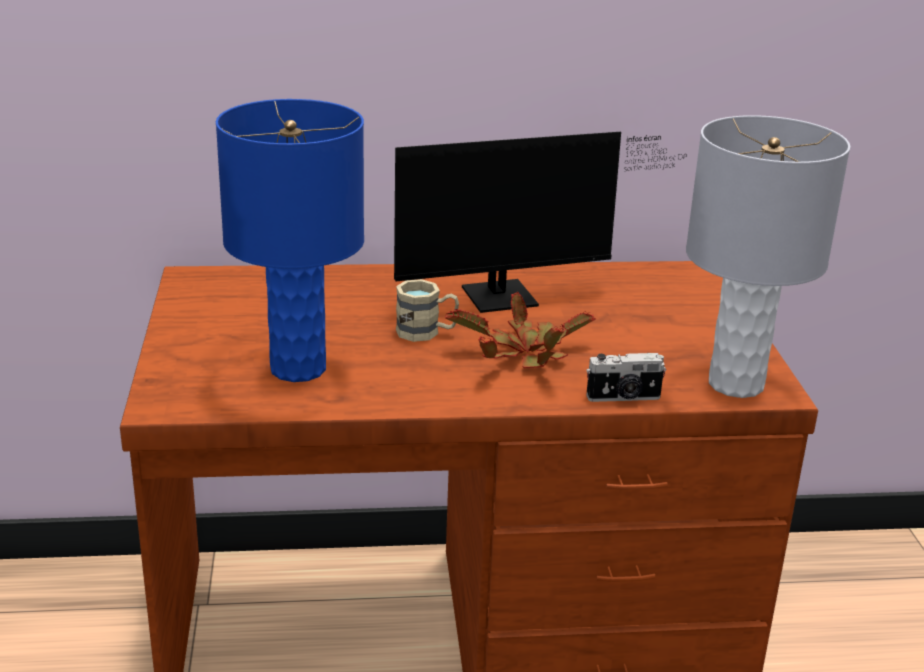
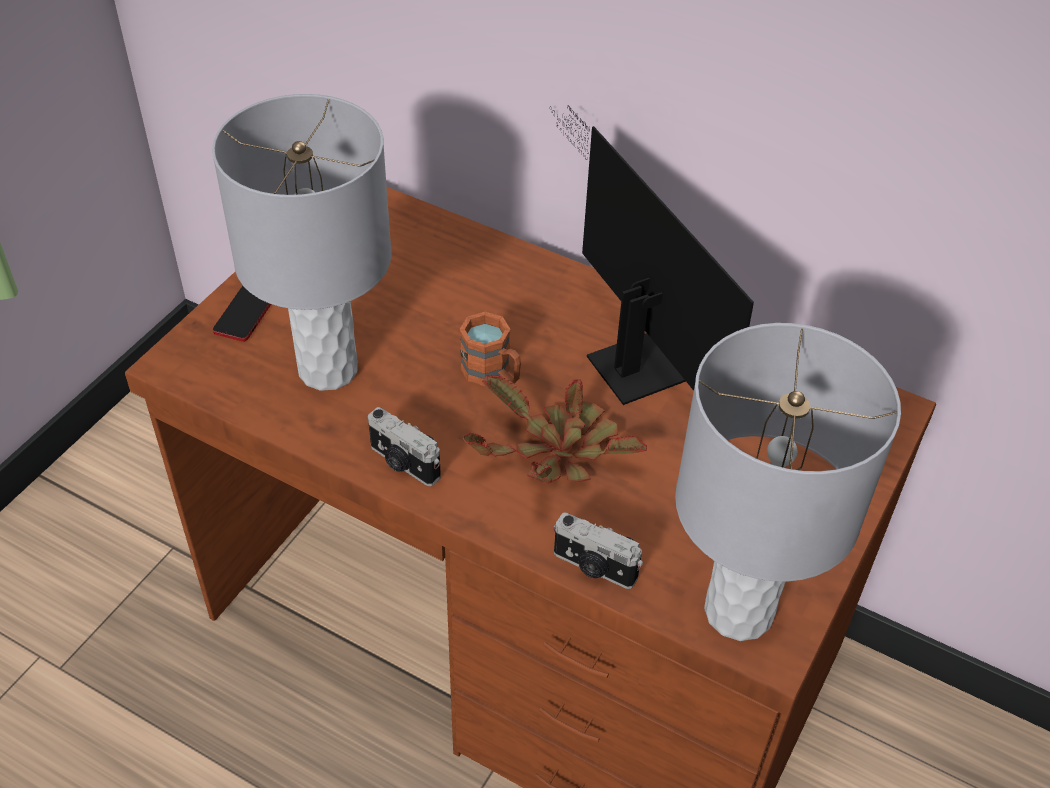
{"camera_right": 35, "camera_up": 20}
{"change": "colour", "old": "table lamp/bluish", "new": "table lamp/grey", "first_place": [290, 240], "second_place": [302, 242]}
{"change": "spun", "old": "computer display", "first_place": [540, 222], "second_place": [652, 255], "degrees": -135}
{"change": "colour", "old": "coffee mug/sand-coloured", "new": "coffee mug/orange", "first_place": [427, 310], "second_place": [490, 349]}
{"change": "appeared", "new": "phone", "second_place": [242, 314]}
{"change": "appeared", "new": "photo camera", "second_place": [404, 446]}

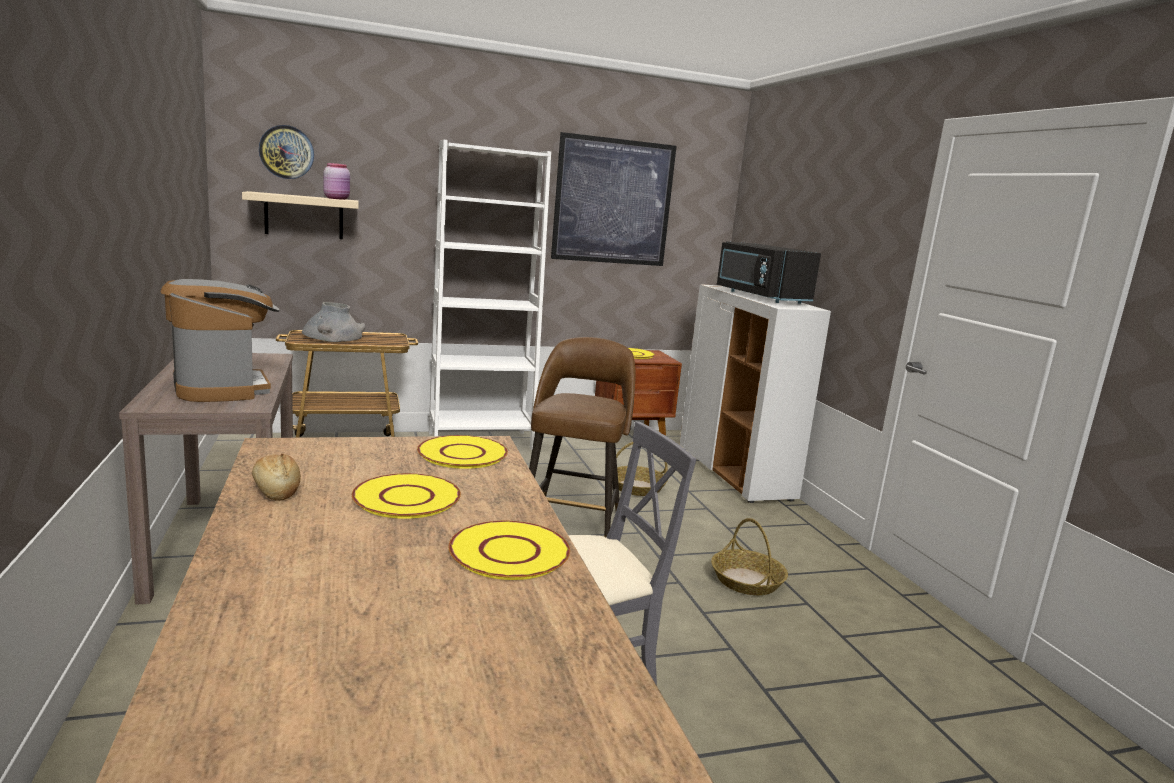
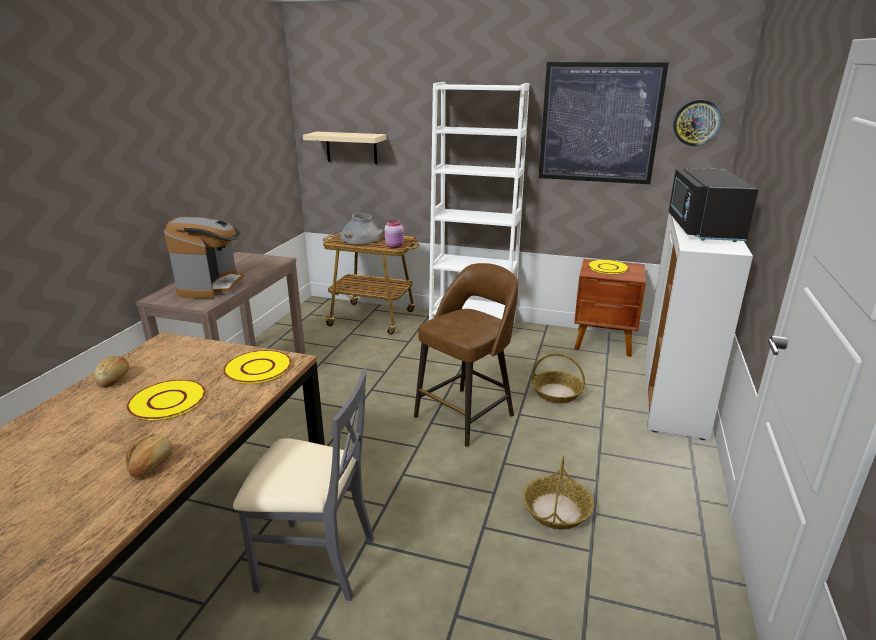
{"camera_right": 35, "camera_up": 10}
{"change": "relocated", "old": "clock on the wall", "first_place": [286, 152], "second_place": [697, 123]}
{"change": "relocated", "old": "jar/pinkish", "first_place": [336, 181], "second_place": [394, 234]}
{"change": "exchanged", "old": "dinner plate/yellow-coloured", "new": "bread", "first_place": [509, 550], "second_place": [149, 456]}

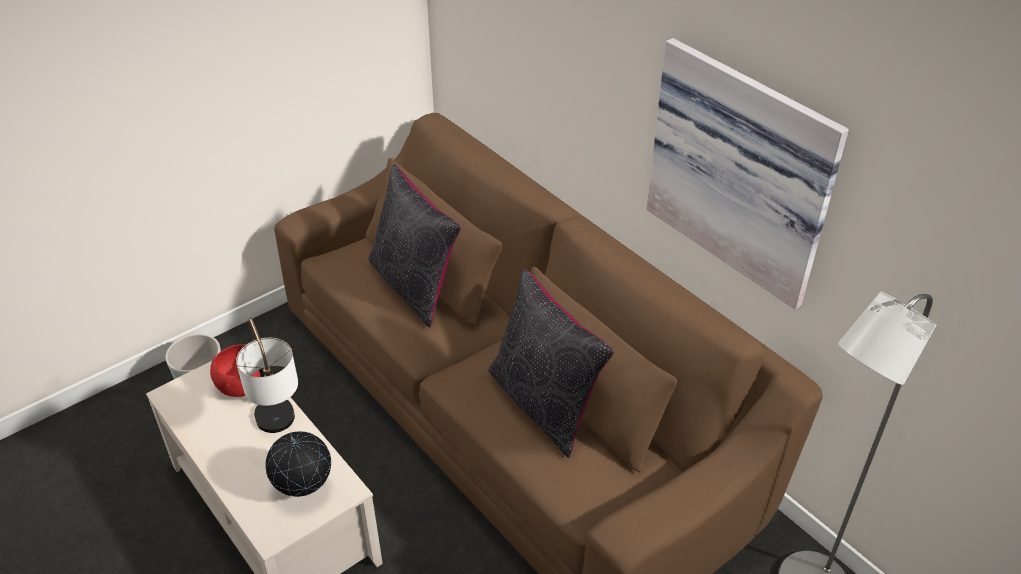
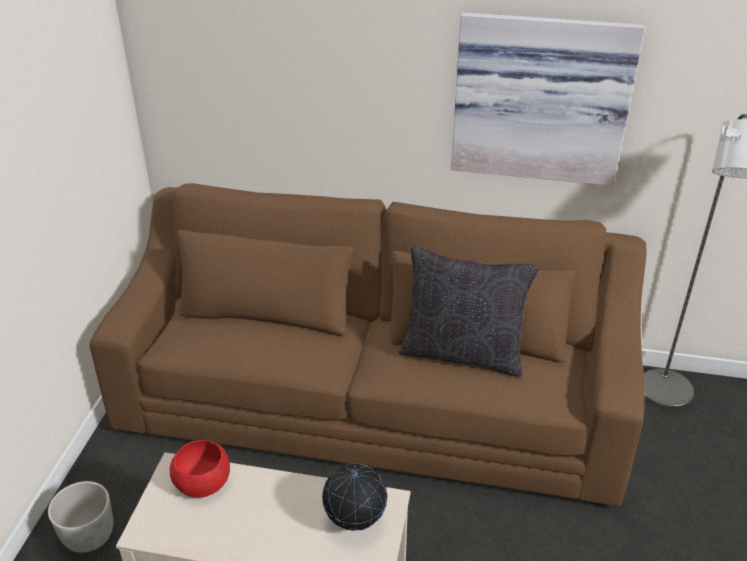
{"camera_right": -40, "camera_up": -5}
{"change": "missing", "old": "cushion/blackish", "first_place": [414, 245]}
{"change": "missing", "old": "table lamp", "first_place": [267, 375]}

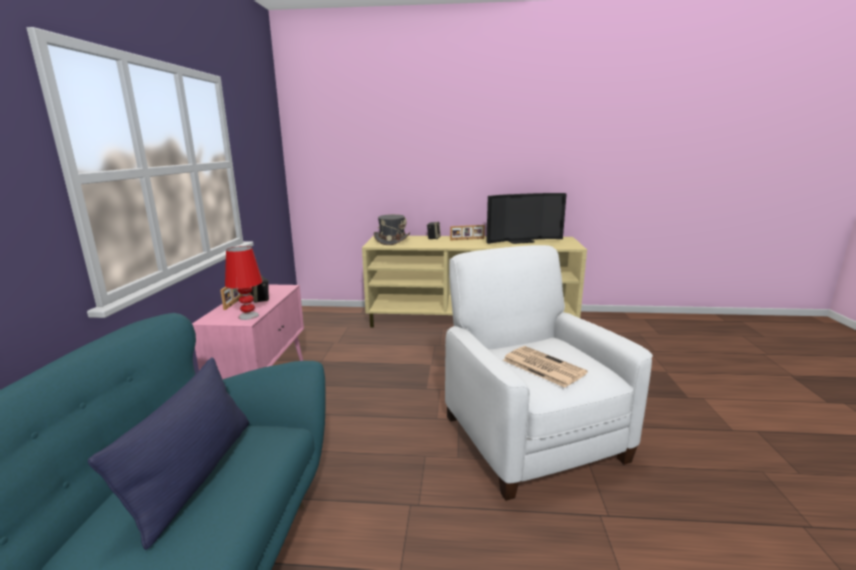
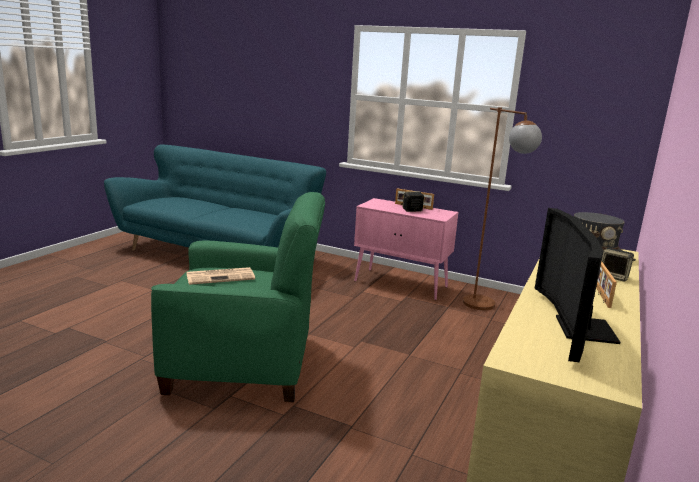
{"camera_right": 110, "camera_up": 0}
{"change": "colour", "old": "easy chair/white", "new": "easy chair/greenish", "first_place": [549, 373], "second_place": [238, 297]}
{"change": "missing", "old": "table lamp/reddish", "first_place": [244, 283]}
{"change": "missing", "old": "cushion/bluish", "first_place": [168, 453]}
{"change": "appeared", "new": "standard lamp/brown-coloured", "second_place": [502, 208]}

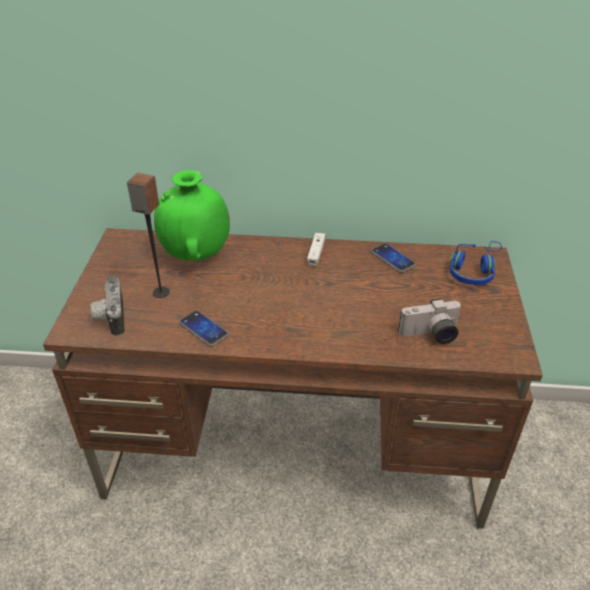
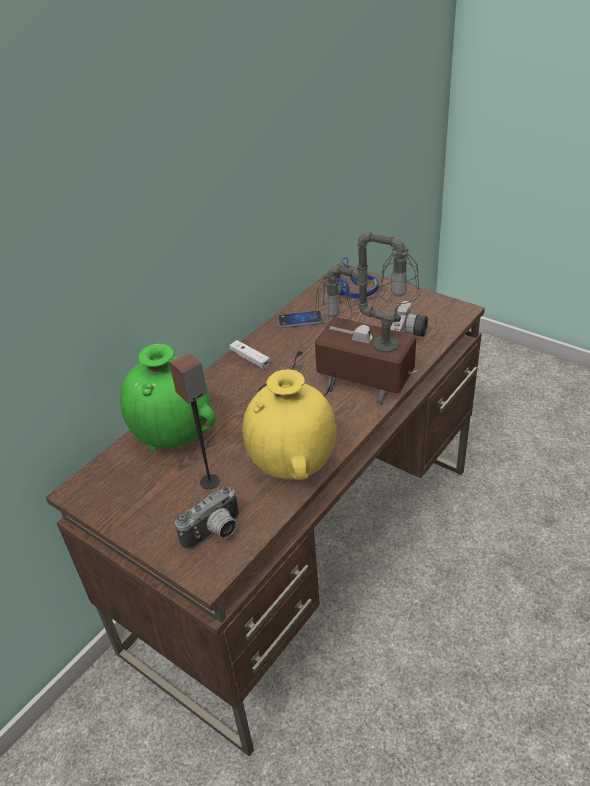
{"camera_right": -55, "camera_up": 0}
{"change": "spun", "old": "photo camera", "first_place": [107, 305], "second_place": [207, 518], "degrees": -60}
{"change": "exchanged", "old": "phone", "new": "vase/yellow-coloured", "first_place": [204, 328], "second_place": [290, 424]}
{"change": "appeared", "new": "table lamp", "second_place": [339, 319]}

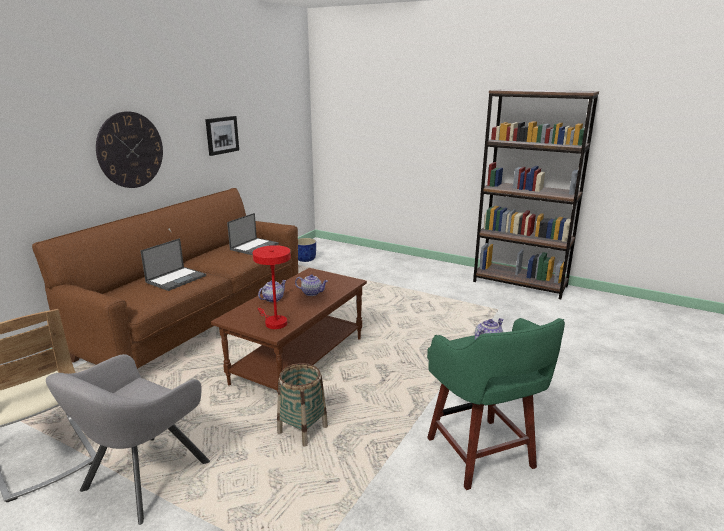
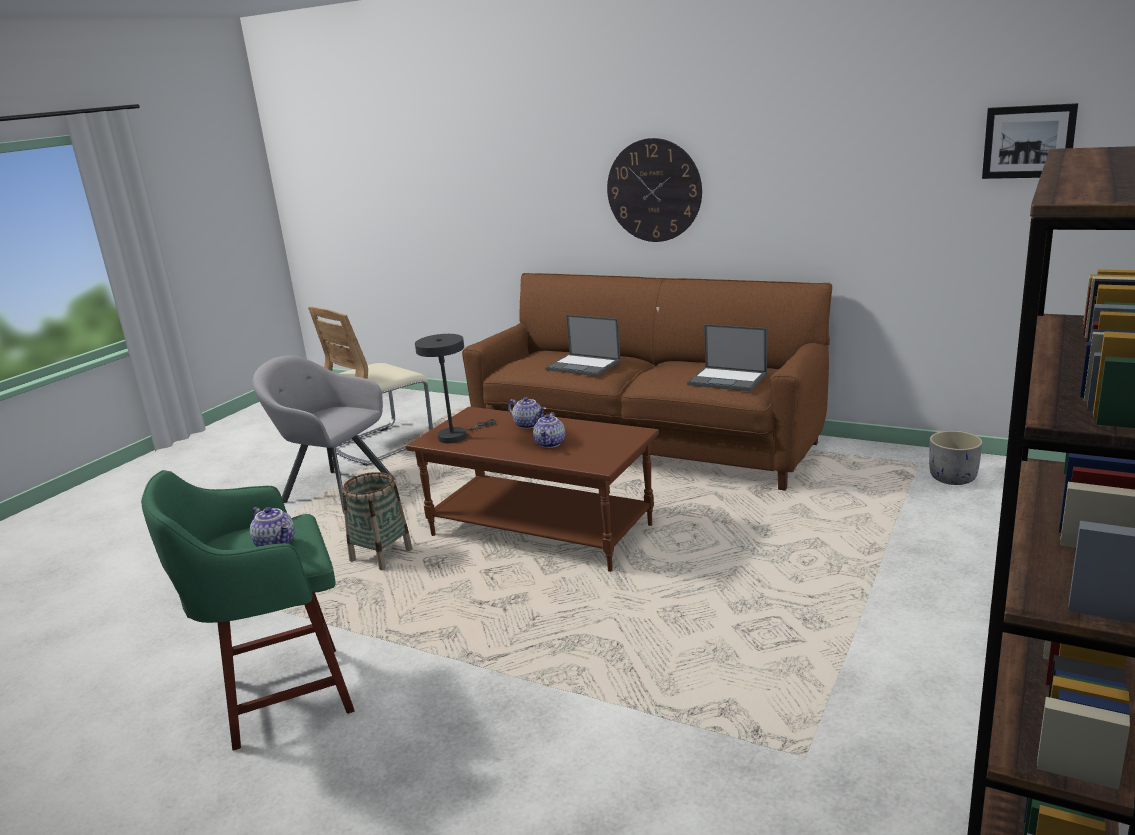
{"camera_right": 90, "camera_up": 0}
{"change": "relocated", "old": "wall picture", "first_place": [222, 136], "second_place": [1030, 141]}
{"change": "colour", "old": "flower pot/bluish", "new": "flower pot/grey", "first_place": [307, 250], "second_place": [956, 458]}
{"change": "colour", "old": "table lamp/reddish", "new": "table lamp/grey", "first_place": [272, 287], "second_place": [455, 388]}

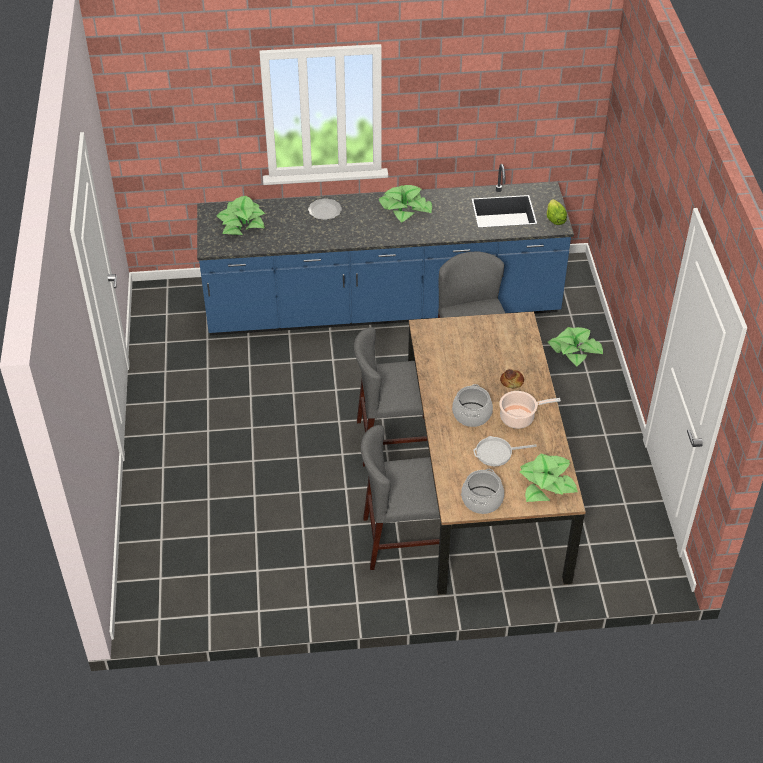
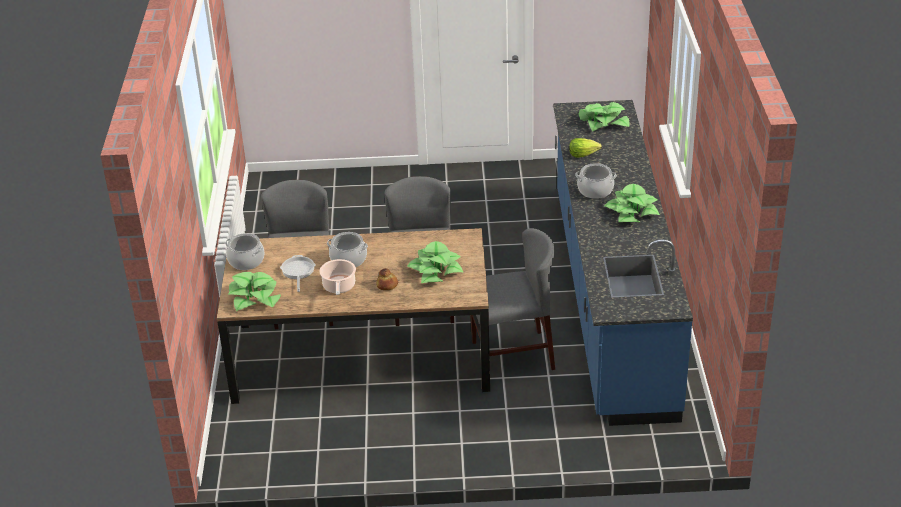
{"camera_right": 95, "camera_up": -10}
{"change": "missing", "old": "dinner plate", "first_place": [325, 209]}
{"change": "relocated", "old": "lettuce head", "first_place": [557, 212], "second_place": [585, 148]}
{"change": "relocated", "old": "potted plant", "first_place": [575, 346], "second_place": [435, 262]}
{"change": "appeared", "new": "saucepot", "second_place": [596, 181]}

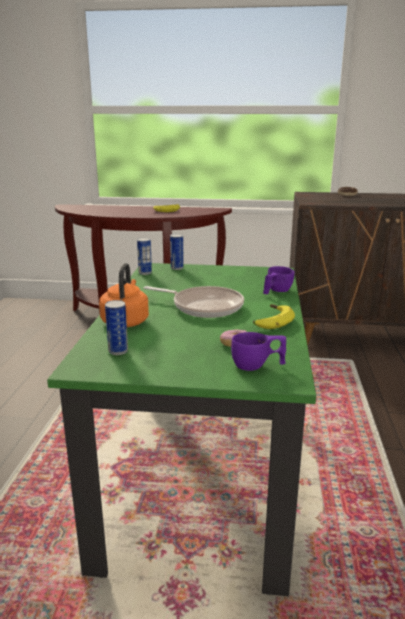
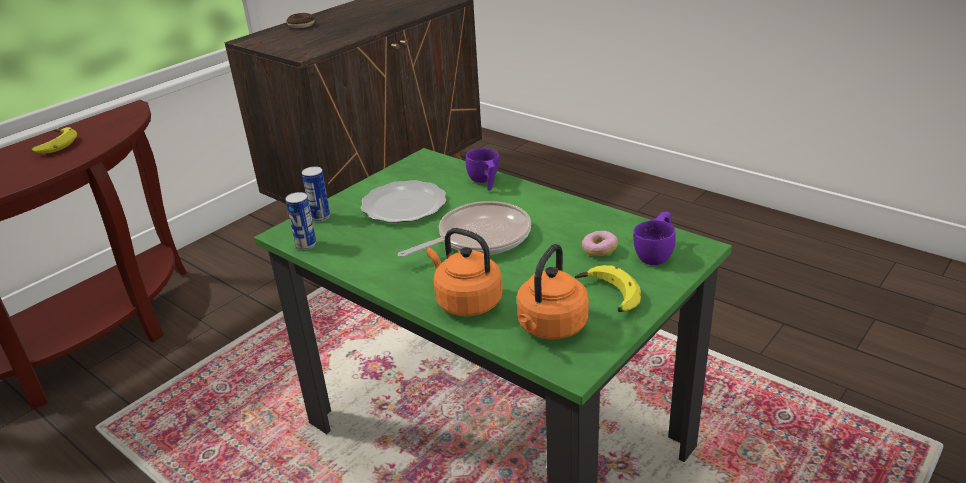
{"camera_right": -55, "camera_up": 10}
{"change": "exchanged", "old": "can", "new": "tea kettle/orange", "first_place": [116, 327], "second_place": [553, 291]}
{"change": "relocated", "old": "whole banana", "first_place": [274, 316], "second_place": [608, 288]}
{"change": "appeared", "new": "dinner plate", "second_place": [404, 201]}

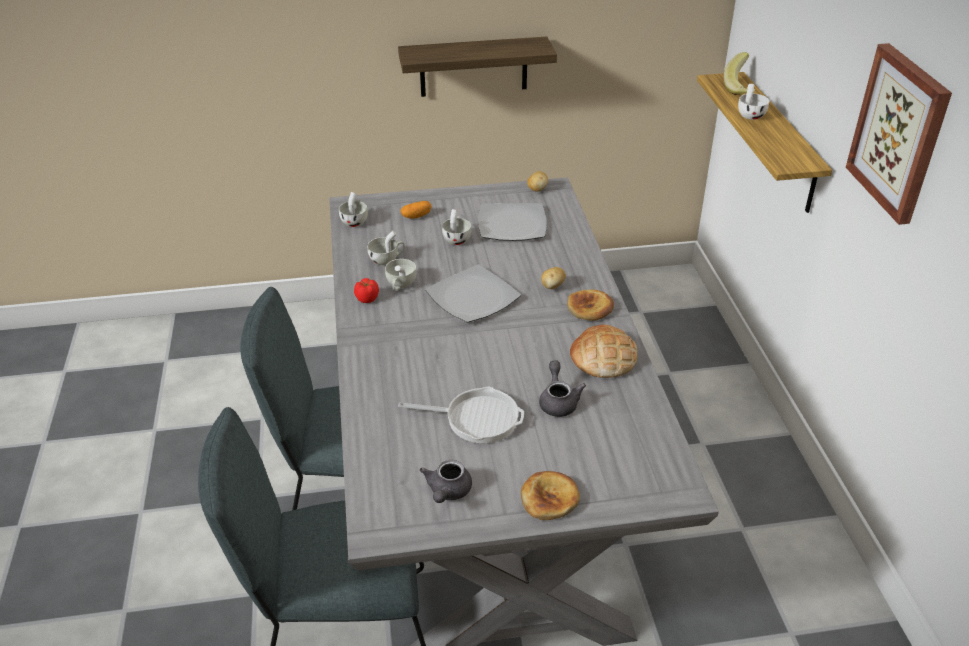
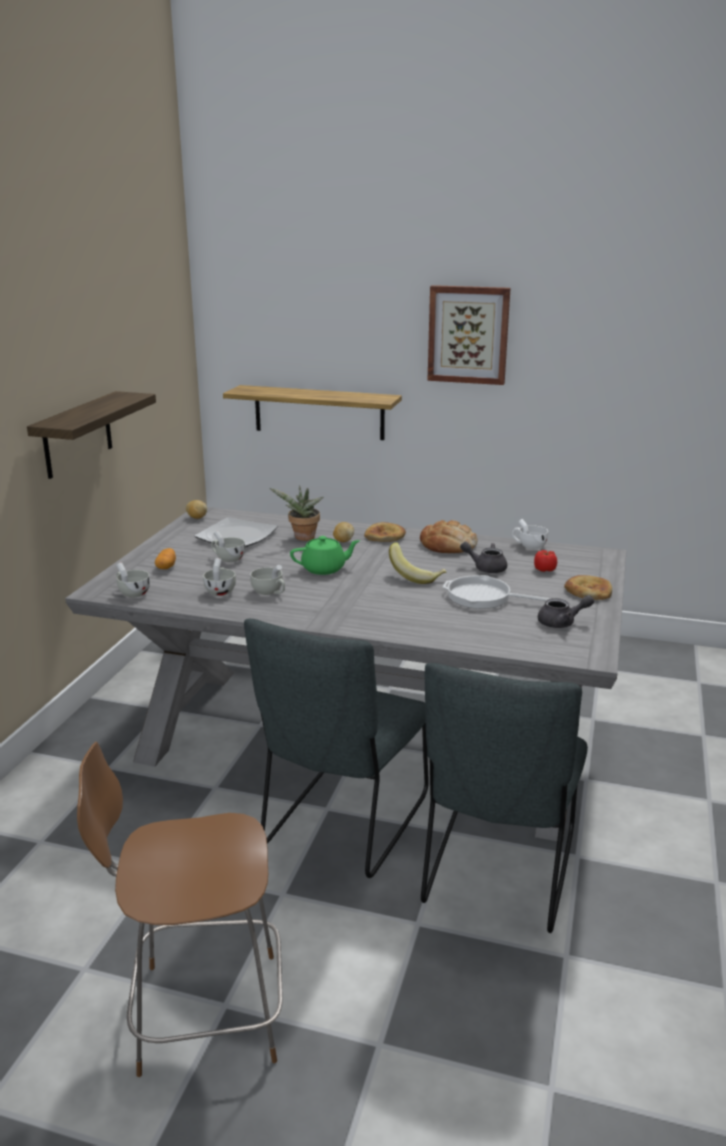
{"camera_right": -65, "camera_up": -15}
{"change": "relocated", "old": "whole banana", "first_place": [739, 73], "second_place": [418, 563]}
{"change": "relocated", "old": "drinking cup/white", "first_place": [753, 102], "second_place": [530, 534]}
{"change": "exchanged", "old": "dinner plate", "new": "pot for tea/greenish", "first_place": [473, 294], "second_place": [325, 555]}
{"change": "relocated", "old": "whole tomato", "first_place": [366, 290], "second_place": [545, 561]}
{"change": "spun", "old": "frying pan", "first_place": [461, 415], "second_place": [497, 592], "degrees": -105}
{"change": "spun", "old": "pot for tea/grey", "first_place": [446, 481], "second_place": [566, 611], "degrees": -45}
{"change": "appeared", "new": "potted plant", "second_place": [297, 513]}
{"change": "appeared", "new": "stool/brown-coloured", "second_place": [180, 909]}

